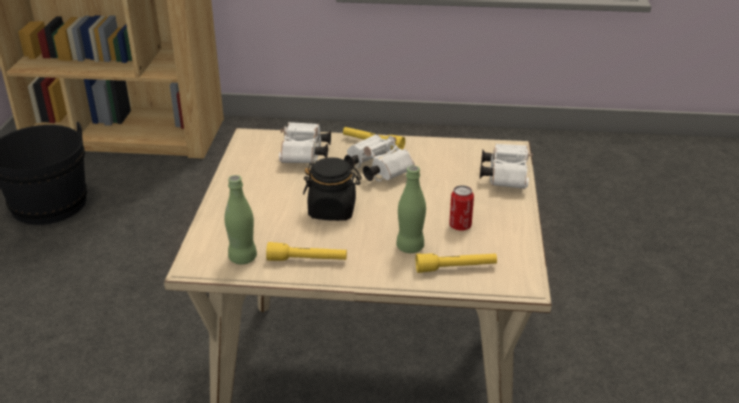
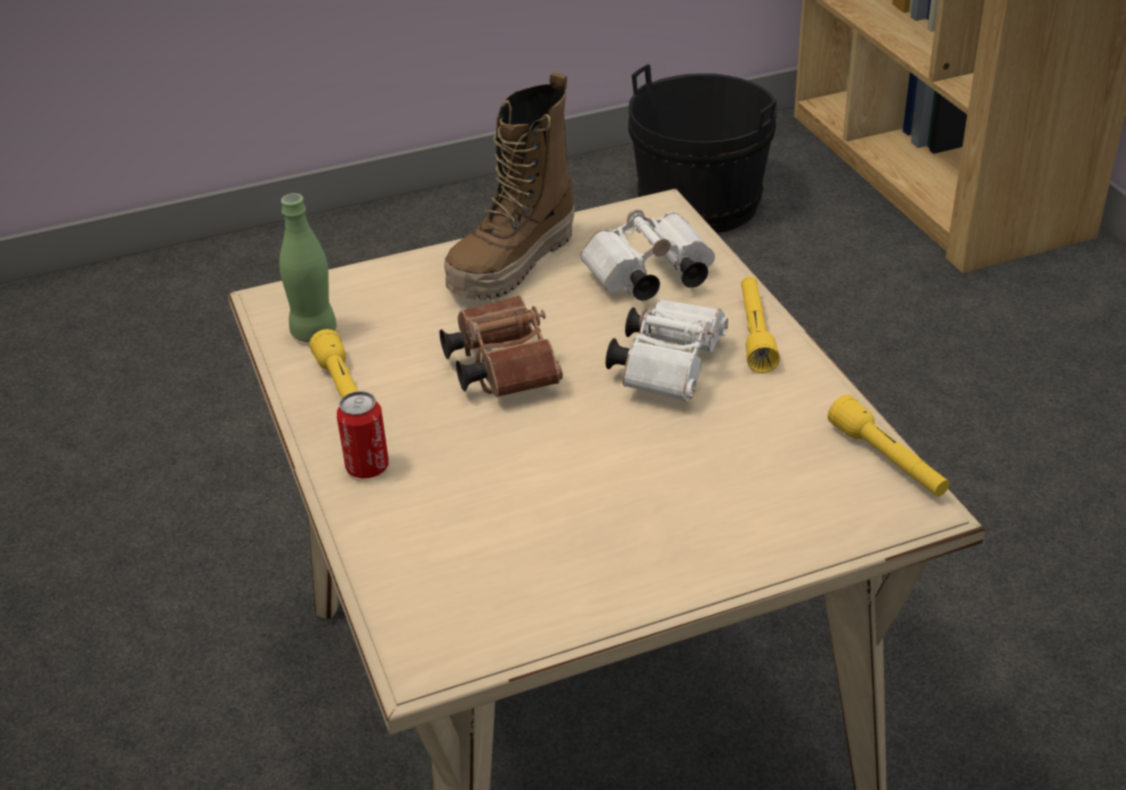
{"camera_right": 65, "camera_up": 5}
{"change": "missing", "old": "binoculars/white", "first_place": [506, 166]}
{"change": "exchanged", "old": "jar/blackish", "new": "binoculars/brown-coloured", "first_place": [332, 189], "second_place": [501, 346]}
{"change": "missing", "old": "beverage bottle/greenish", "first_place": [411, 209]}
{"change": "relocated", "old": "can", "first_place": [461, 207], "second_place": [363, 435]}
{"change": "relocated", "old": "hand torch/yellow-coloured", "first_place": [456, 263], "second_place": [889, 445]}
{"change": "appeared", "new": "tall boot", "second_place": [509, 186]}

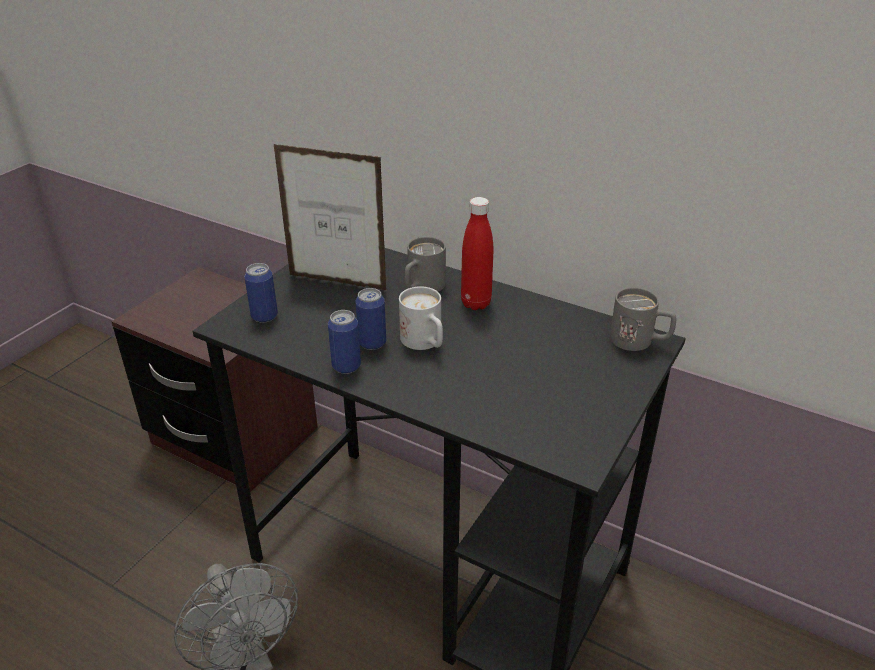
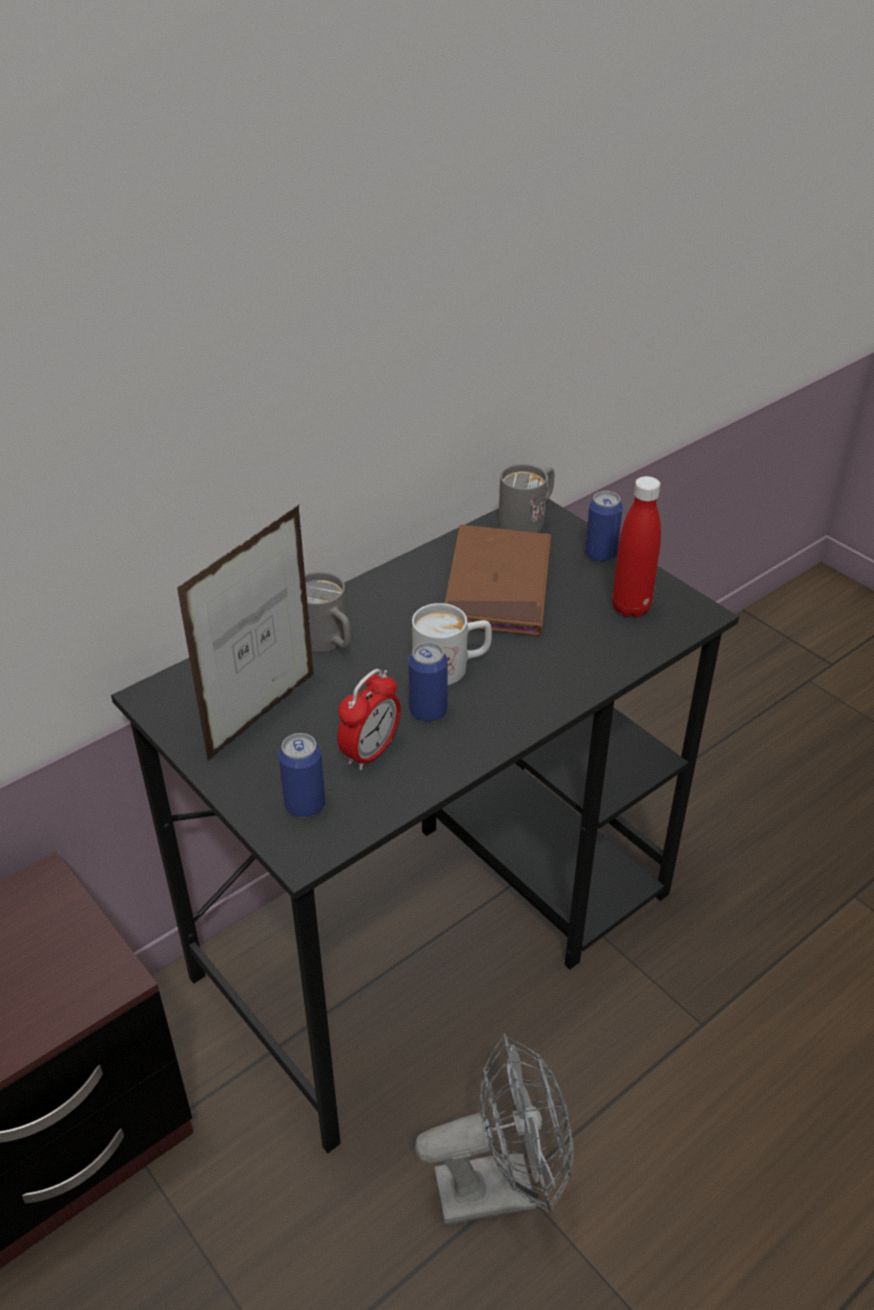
{"camera_right": -70, "camera_up": 5}
{"change": "relocated", "old": "beverage bottle/reddish", "first_place": [477, 253], "second_place": [636, 547]}
{"change": "relocated", "old": "can", "first_place": [344, 342], "second_place": [604, 526]}
{"change": "appeared", "new": "book/brown-coloured", "second_place": [498, 580]}
{"change": "appeared", "new": "bedside clock", "second_place": [369, 719]}

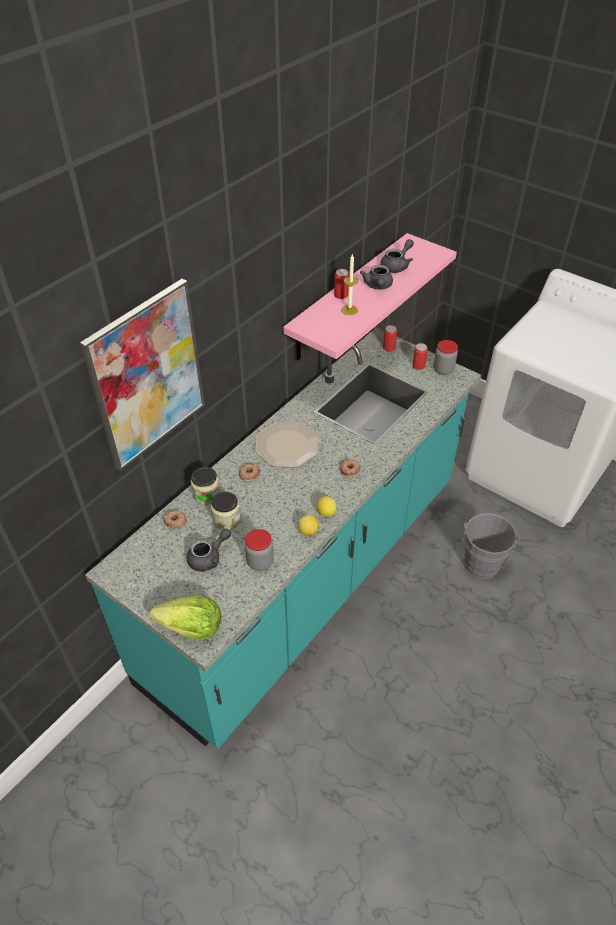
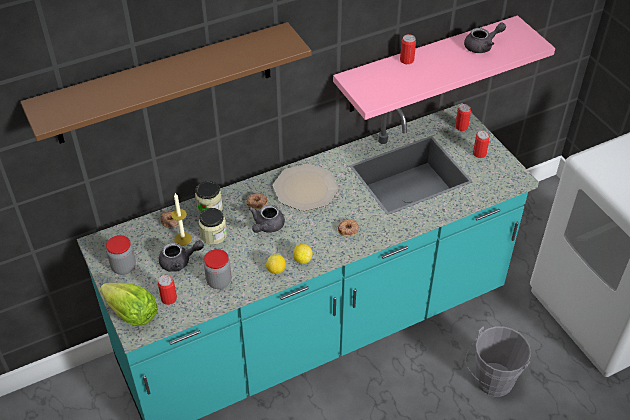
{"camera_right": 25, "camera_up": 0}
{"change": "relocated", "old": "wax candle", "first_place": [349, 284], "second_place": [181, 219]}
{"change": "relocated", "old": "pot for tea/grey", "first_place": [376, 277], "second_place": [267, 219]}
{"change": "exchanged", "old": "wall picture", "new": "bracket shelf/brown-coloured", "first_place": [142, 375], "second_place": [166, 83]}
{"change": "relocated", "old": "jar", "first_place": [446, 357], "second_place": [121, 255]}
{"change": "appeared", "new": "can", "second_place": [167, 290]}

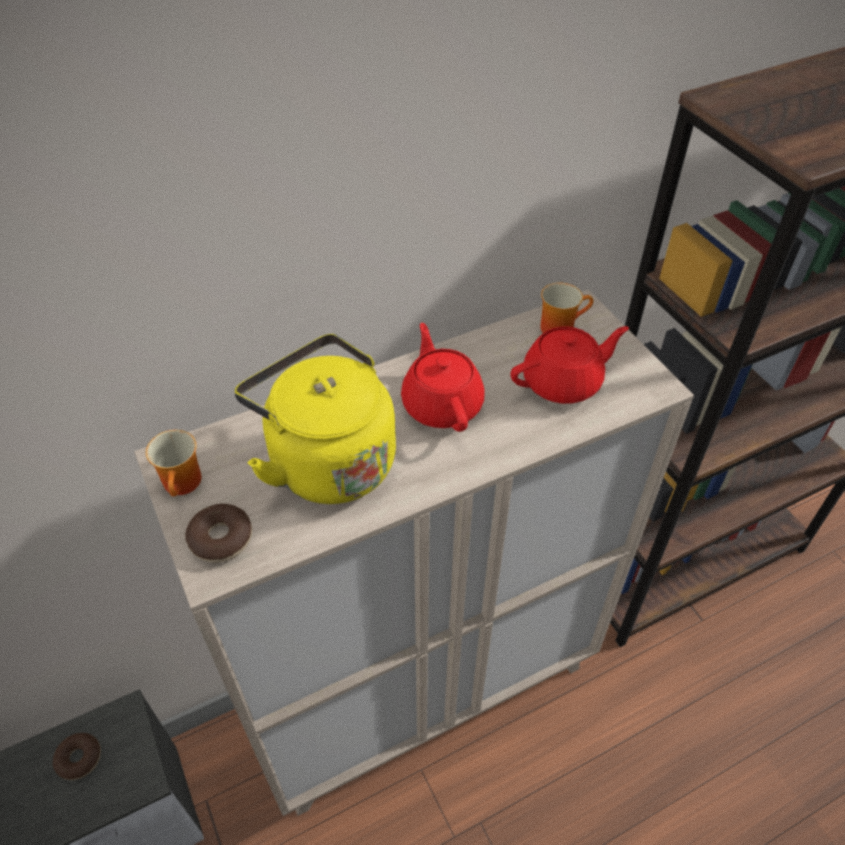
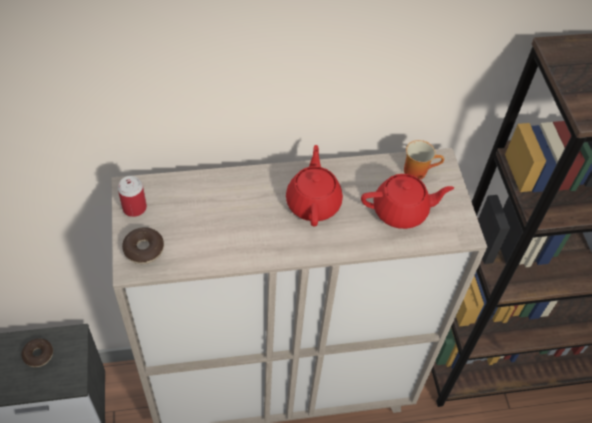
{"camera_right": 15, "camera_up": 5}
{"change": "missing", "old": "tea kettle/yellow-coloured", "first_place": [315, 419]}
{"change": "exchanged", "old": "coffee mug", "new": "can", "first_place": [173, 463], "second_place": [132, 196]}

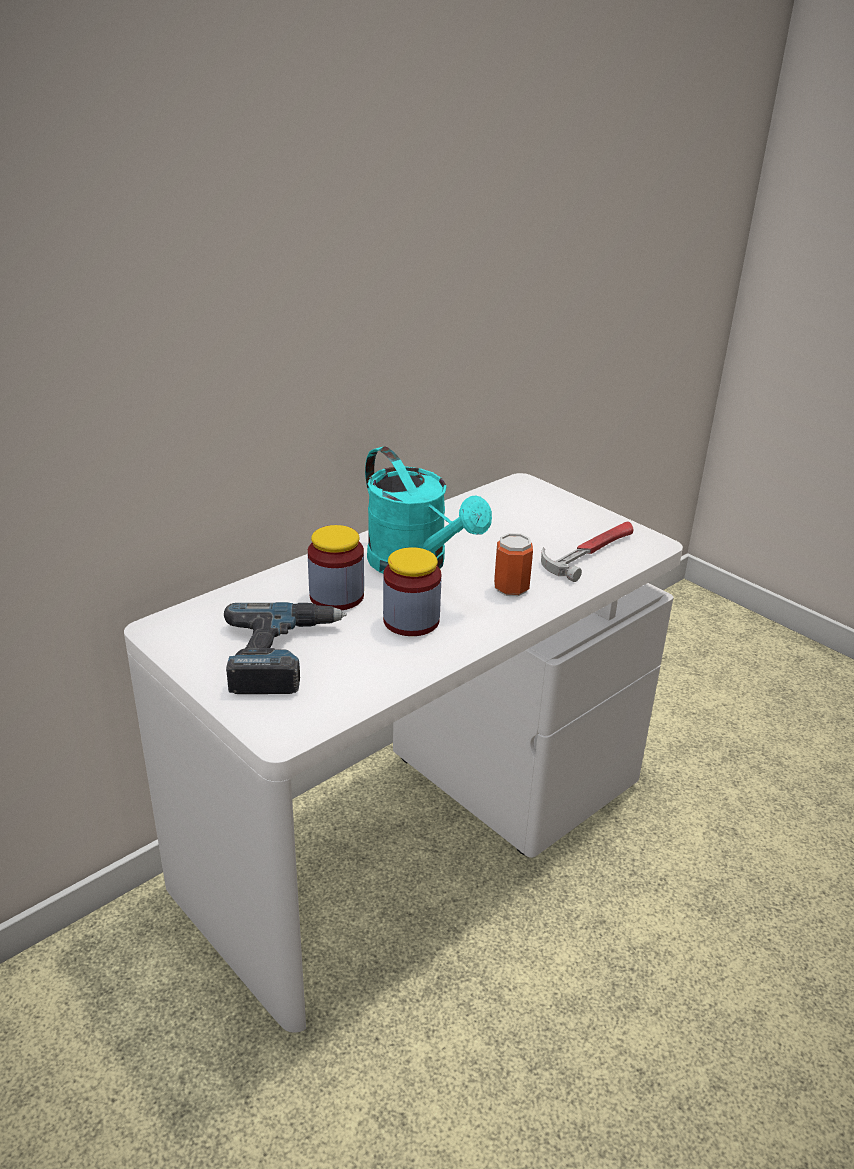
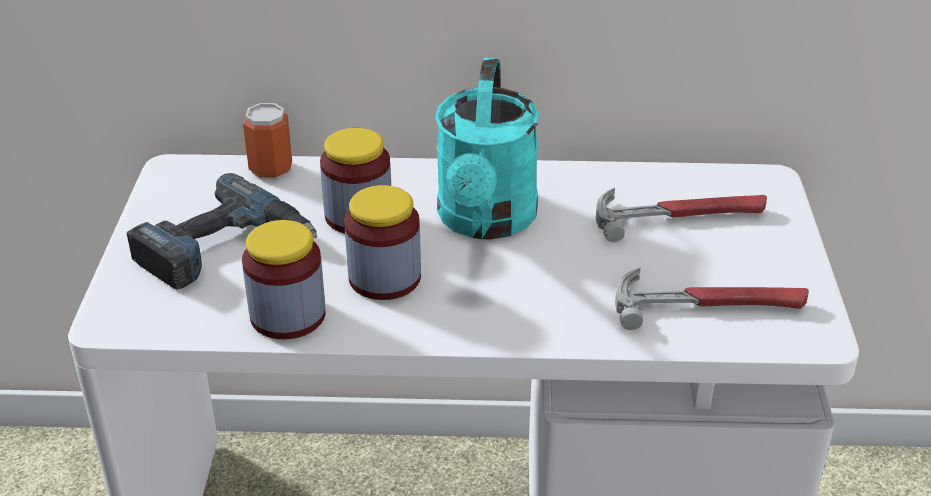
{"camera_right": 45, "camera_up": 5}
{"change": "relocated", "old": "can", "first_place": [513, 564], "second_place": [267, 141]}
{"change": "appeared", "new": "hand hammer", "second_place": [681, 215]}
{"change": "appeared", "new": "jar", "second_place": [284, 279]}

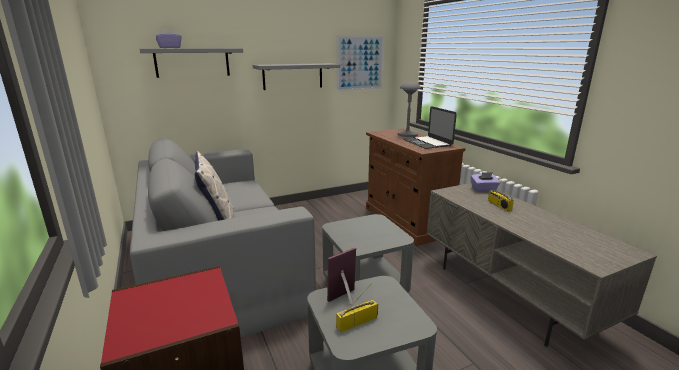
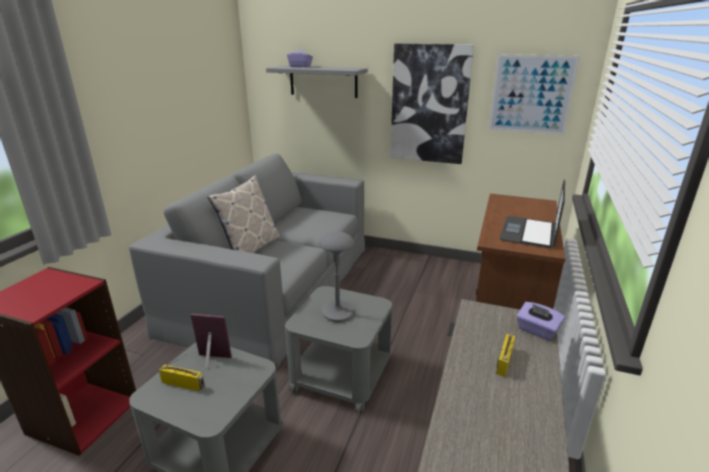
{"camera_right": 45, "camera_up": 5}
{"change": "exchanged", "old": "bracket shelf/grey", "new": "wall picture", "first_place": [296, 76], "second_place": [432, 103]}
{"change": "relocated", "old": "table lamp/grey", "first_place": [409, 109], "second_place": [336, 277]}

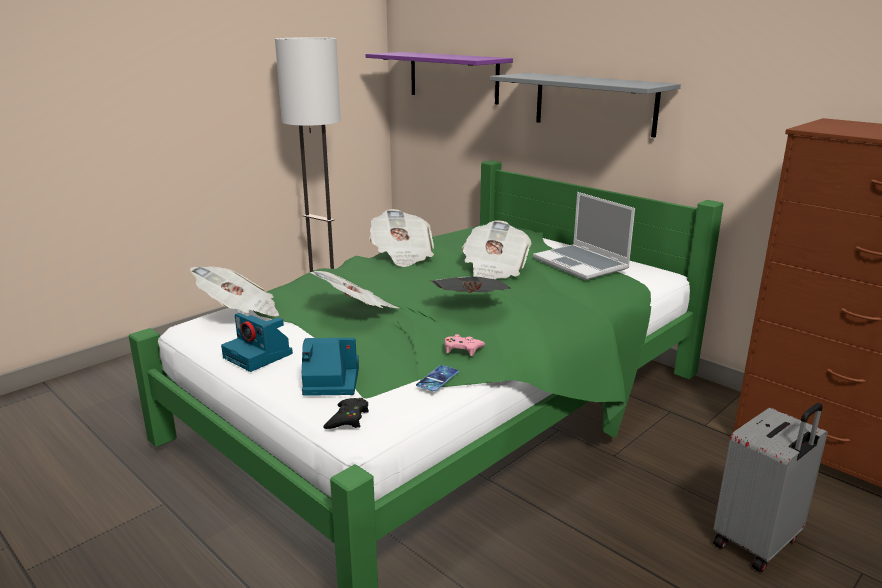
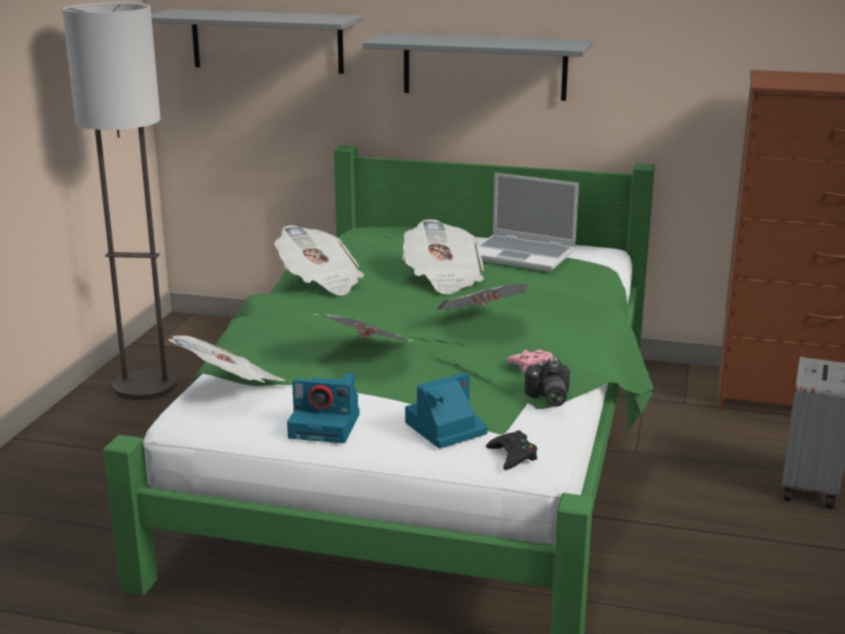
{"camera_right": -30, "camera_up": 0}
{"change": "colour", "old": "bracket shelf/purple", "new": "bracket shelf/grey", "first_place": [439, 78], "second_place": [257, 41]}
{"change": "exchanged", "old": "phone", "new": "photo camera", "first_place": [437, 378], "second_place": [547, 382]}

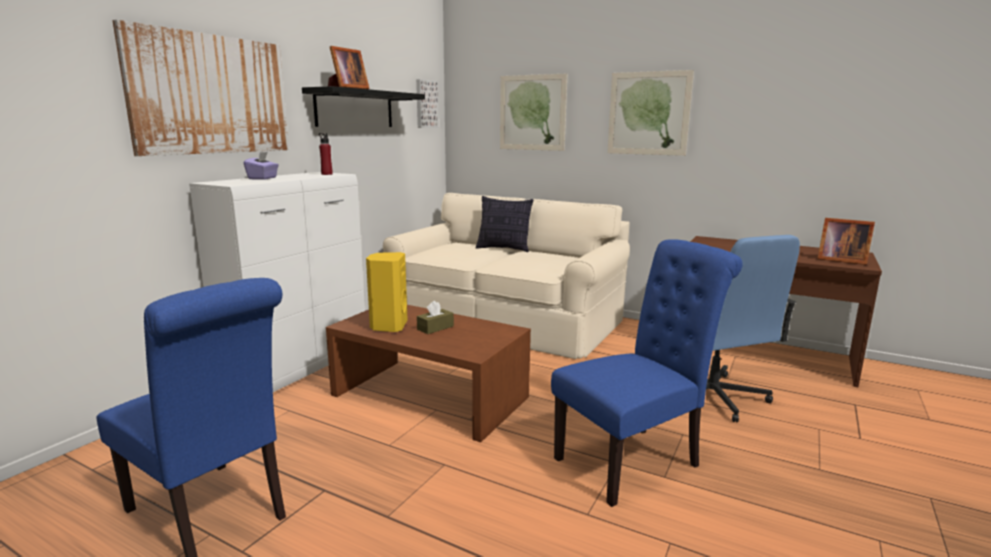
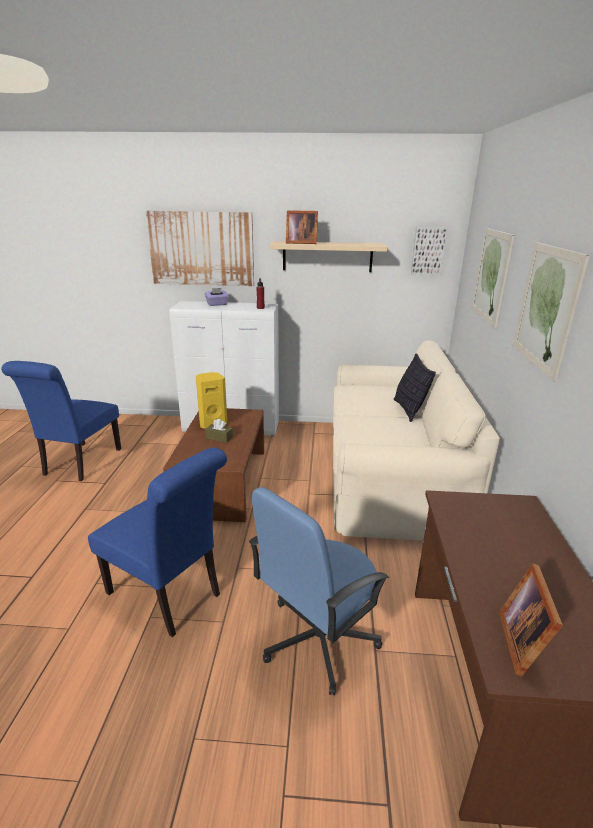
{"camera_right": 65, "camera_up": 10}
{"change": "colour", "old": "bracket shelf/blackish", "new": "bracket shelf/sand-coloured", "first_place": [363, 106], "second_place": [328, 256]}

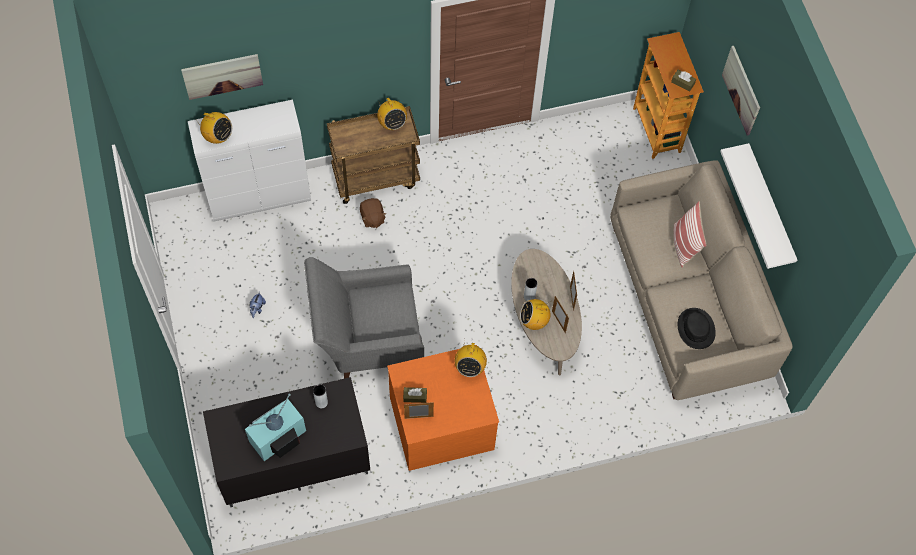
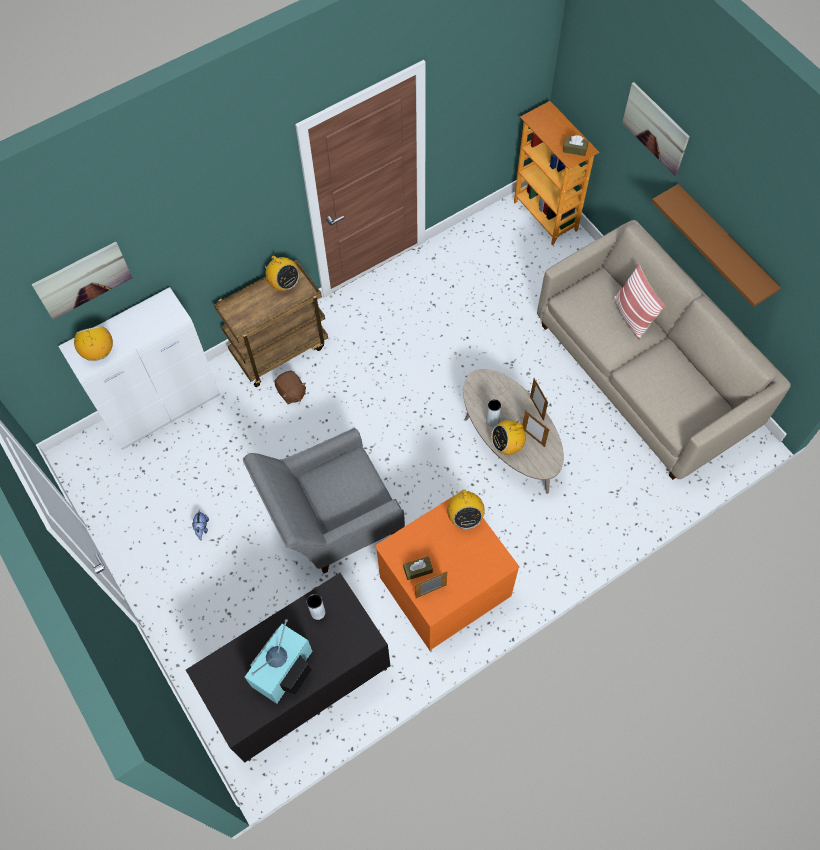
{"camera_right": -15, "camera_up": 0}
{"change": "spun", "old": "radio set", "first_place": [215, 128], "second_place": [93, 343], "degrees": -120}
{"change": "colour", "old": "bracket shelf/white", "new": "bracket shelf/brown-coloured", "first_place": [758, 206], "second_place": [716, 245]}
{"change": "missing", "old": "hat/blackish", "first_place": [697, 328]}

